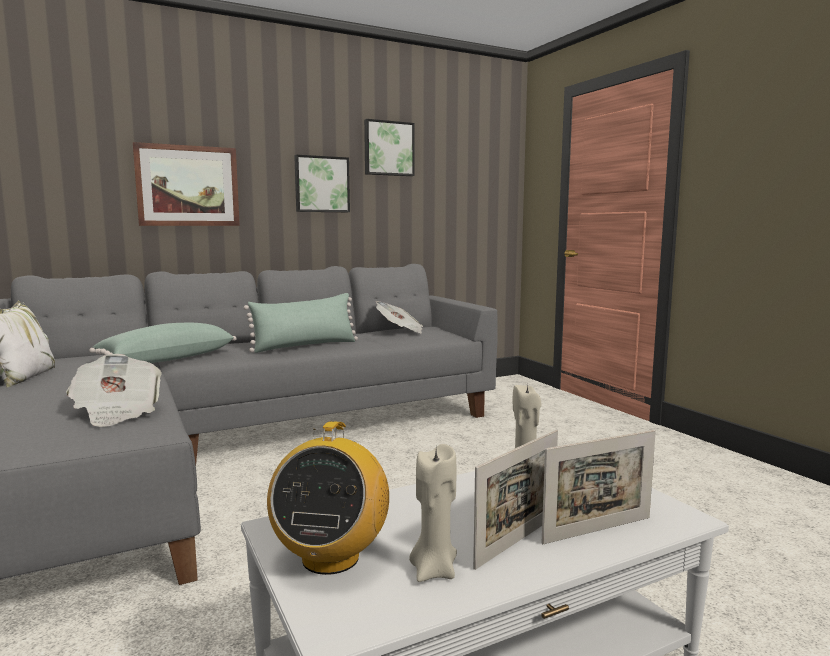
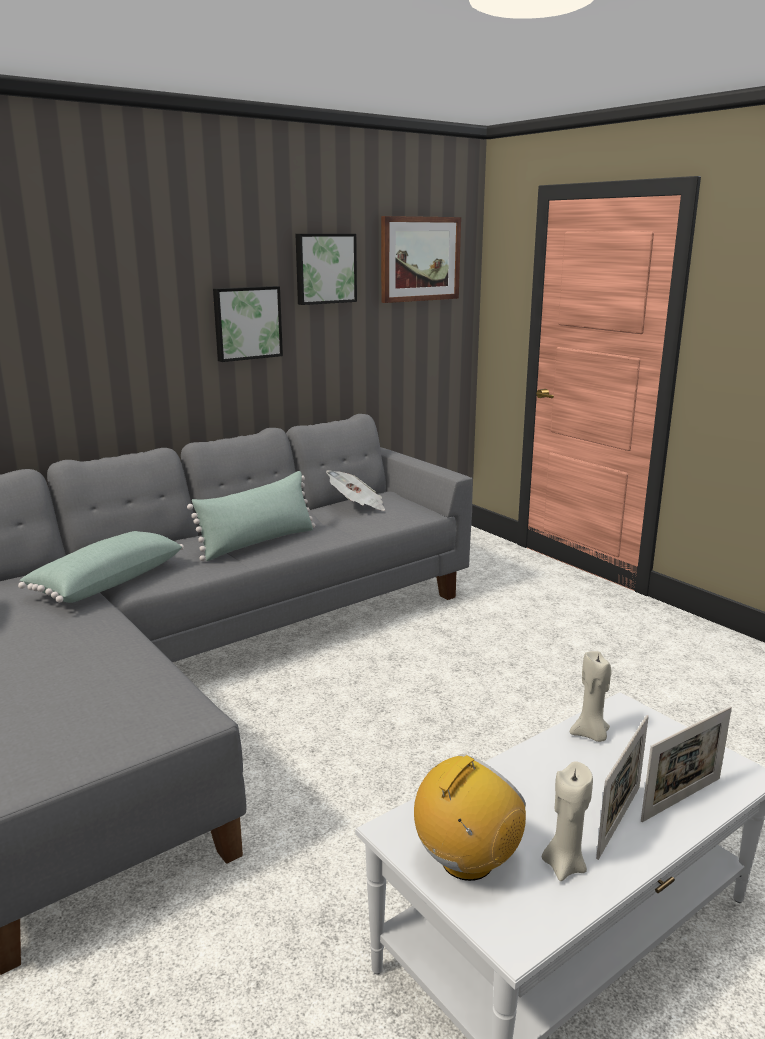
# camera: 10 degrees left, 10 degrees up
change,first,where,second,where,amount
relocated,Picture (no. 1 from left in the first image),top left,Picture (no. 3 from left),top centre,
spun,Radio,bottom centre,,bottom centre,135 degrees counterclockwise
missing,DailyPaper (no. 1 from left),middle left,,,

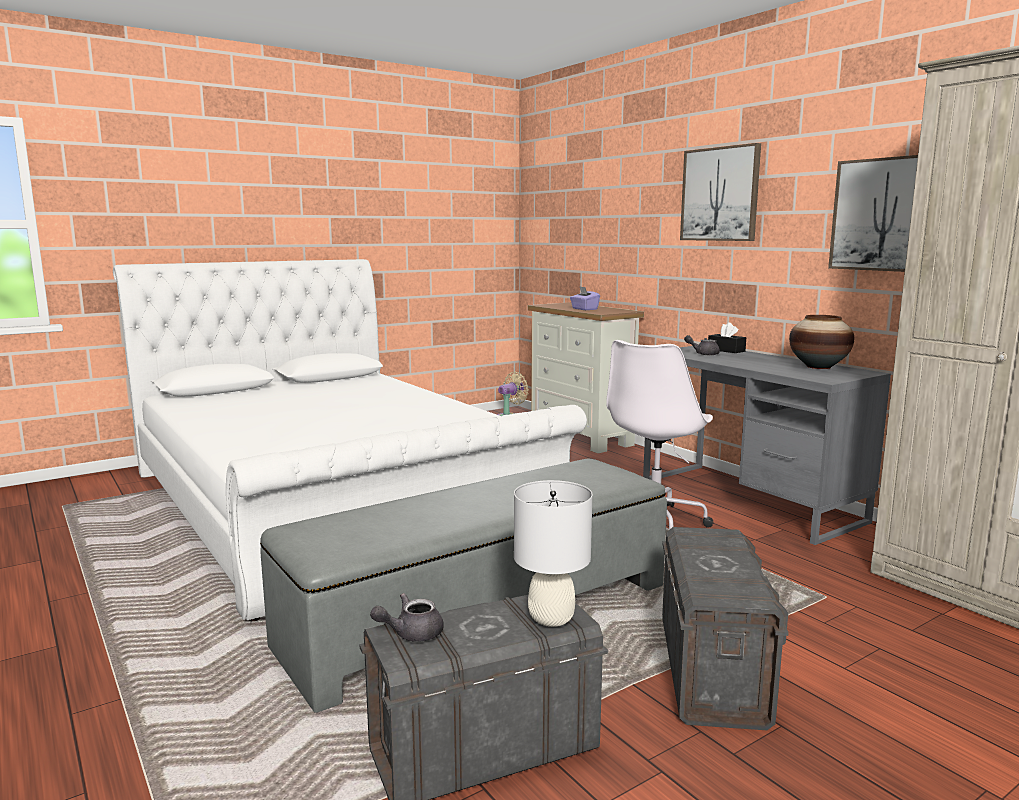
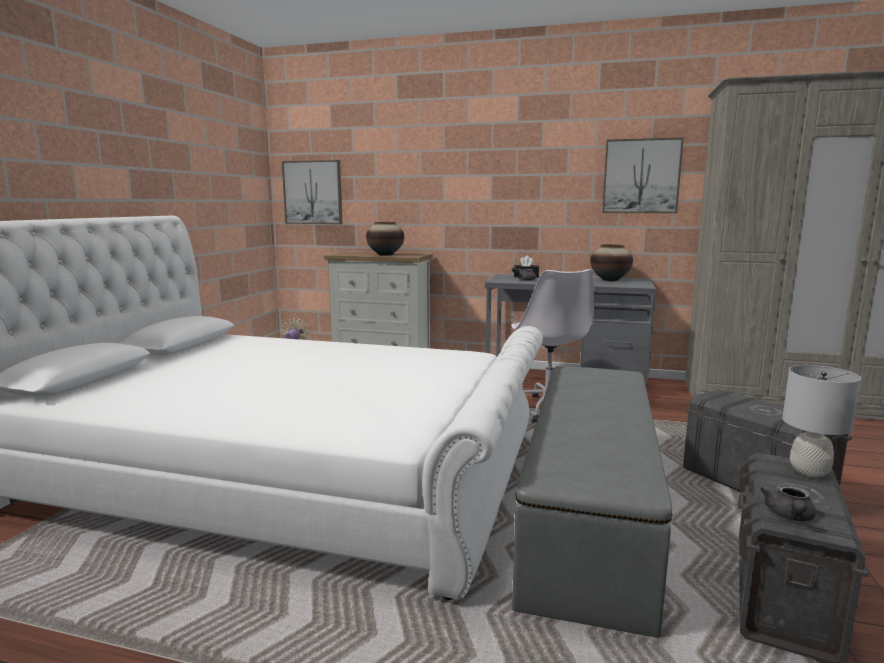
# camera: 40 degrees left, 0 degrees up
change,first,where,second,where,amount
relocated,Picture (no. 1 from left),top right,,top centre,
exchanged,PurpleBoxOfTissues,centre,Vase (no. 1 from left),centre,

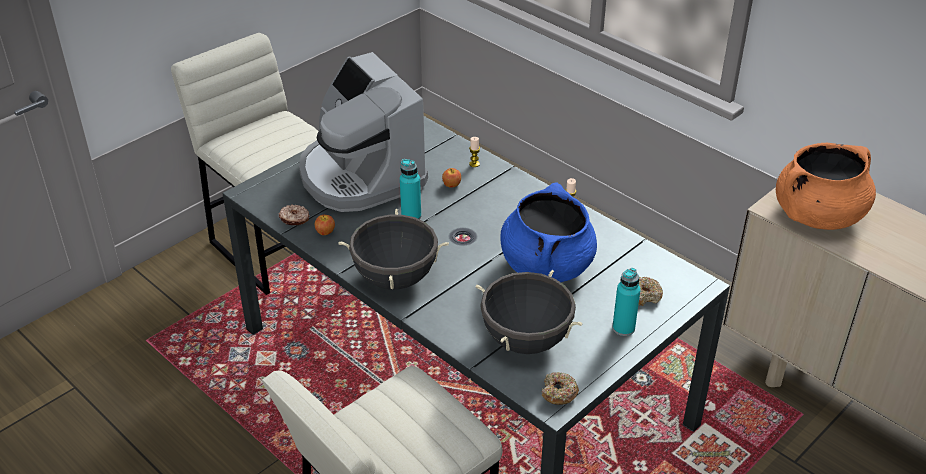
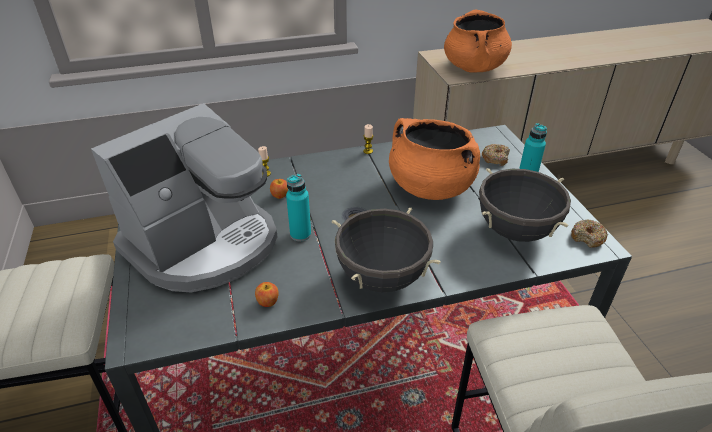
# camera: 60 degrees left, 0 degrees up
change,first,where,second,where,amount
spun,CoffeeBrewer,top centre,,middle left,45 degrees counterclockwise
colour,BluishCookingPot,centre,OrangeColouredCookingPot (no. 1 from left),centre,
missing,RingDoughnut (no. 1 from left),middle left,,,

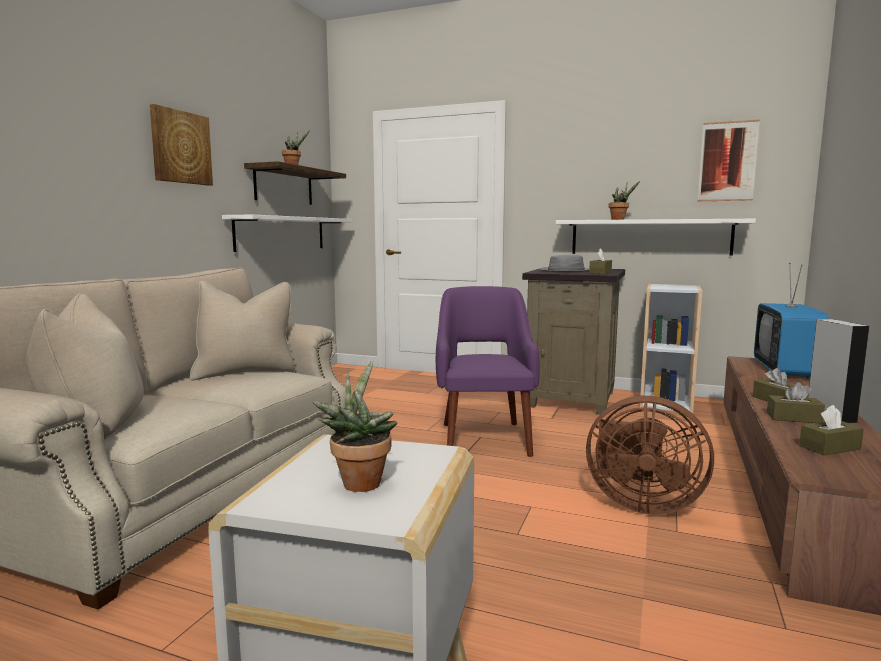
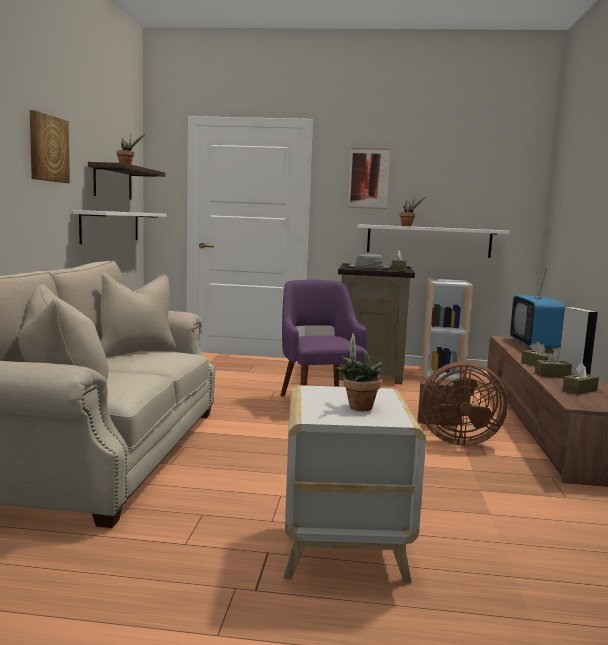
# camera: 15 degrees left, 0 degrees up
change,first,where,second,where,amount
relocated,Picture (no. 2 from left),top right,,top centre,

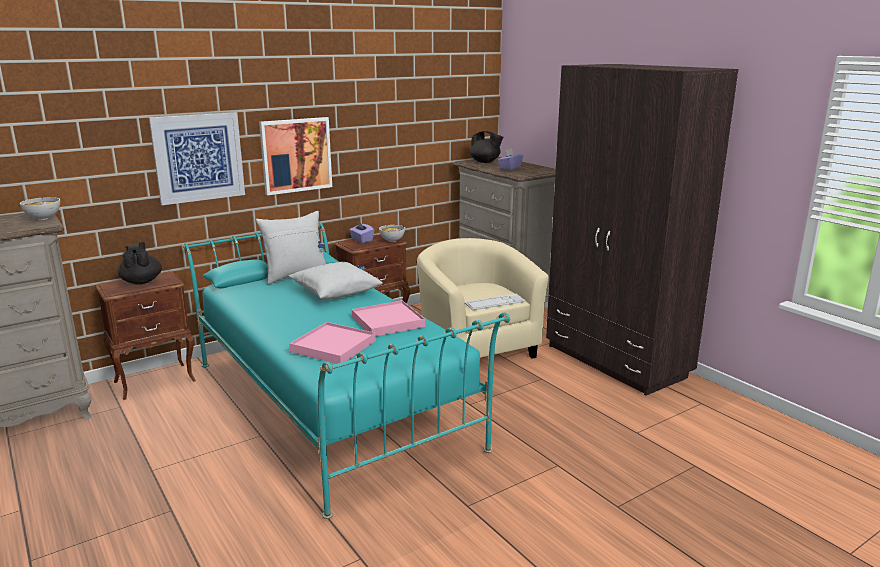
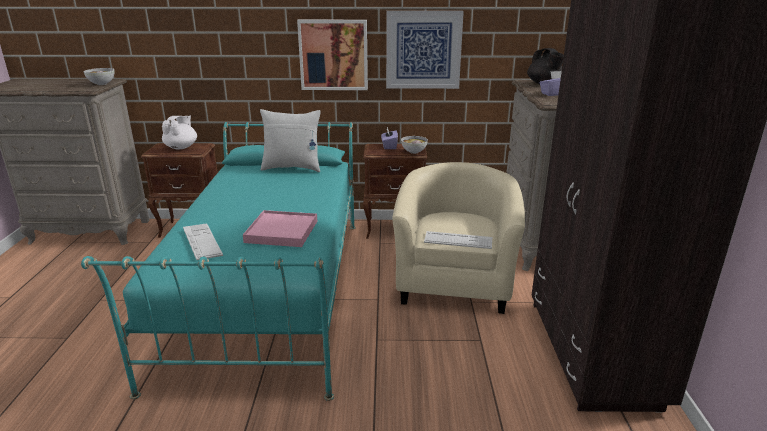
# camera: 35 degrees right, 5 degrees up
change,first,where,second,where,amount
colour,BlackishPotForTea (no. 1 from left),middle left,WhiteColouredPotForTea,top left,
exchanged,PinkColouredServingTray (no. 1 from left),centre,ComputerKeyboard (no. 1 from left),middle left,
relocated,Picture (no. 1 from left in the first image),top left,Picture (no. 2 from left),top centre,
missing,GreyPillow (no. 2 from left),centre,,,

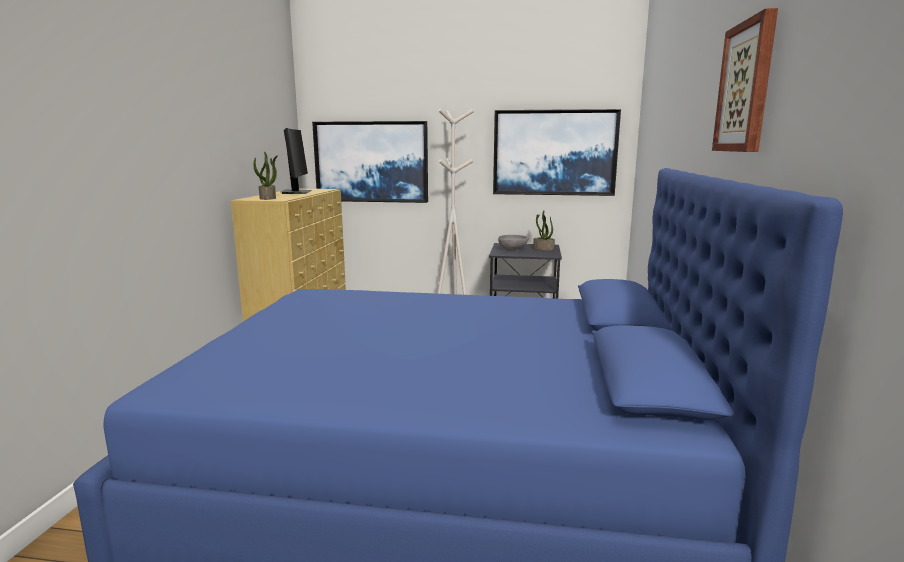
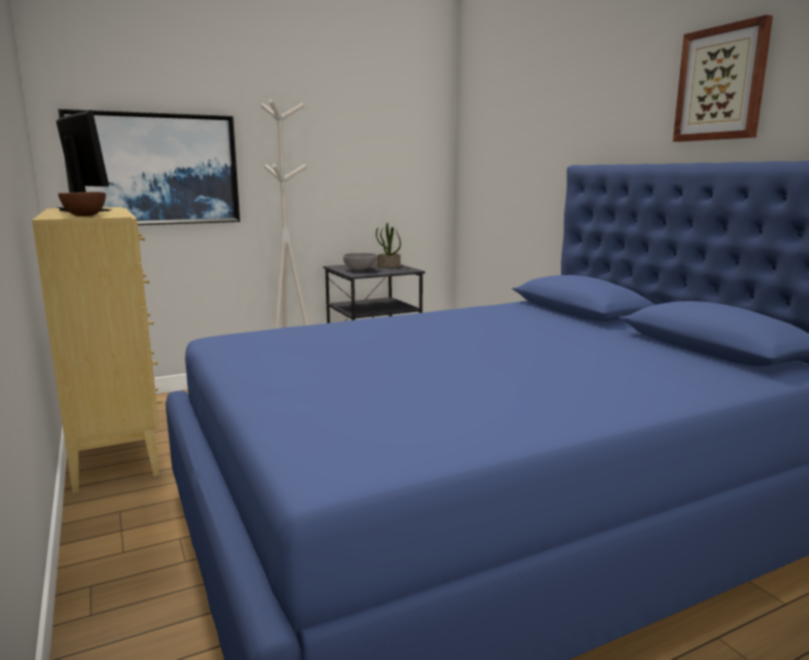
# camera: 35 degrees left, 0 degrees up
change,first,where,second,where,amount
exchanged,Houseplant (no. 1 from left),top left,BrownDeepDish,top left,
missing,Picture (no. 2 from left),top centre,,,

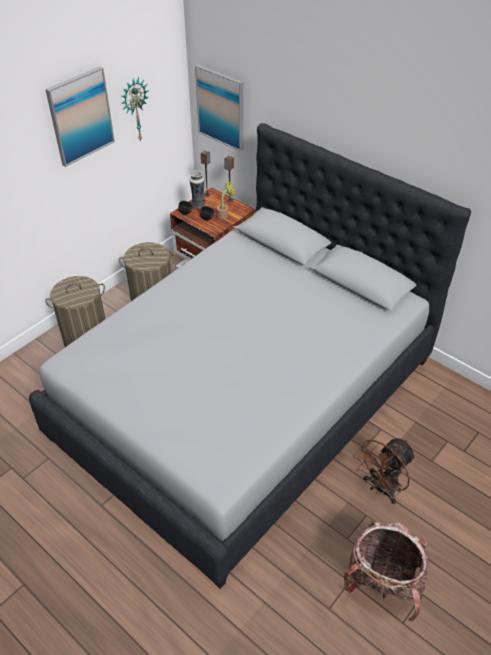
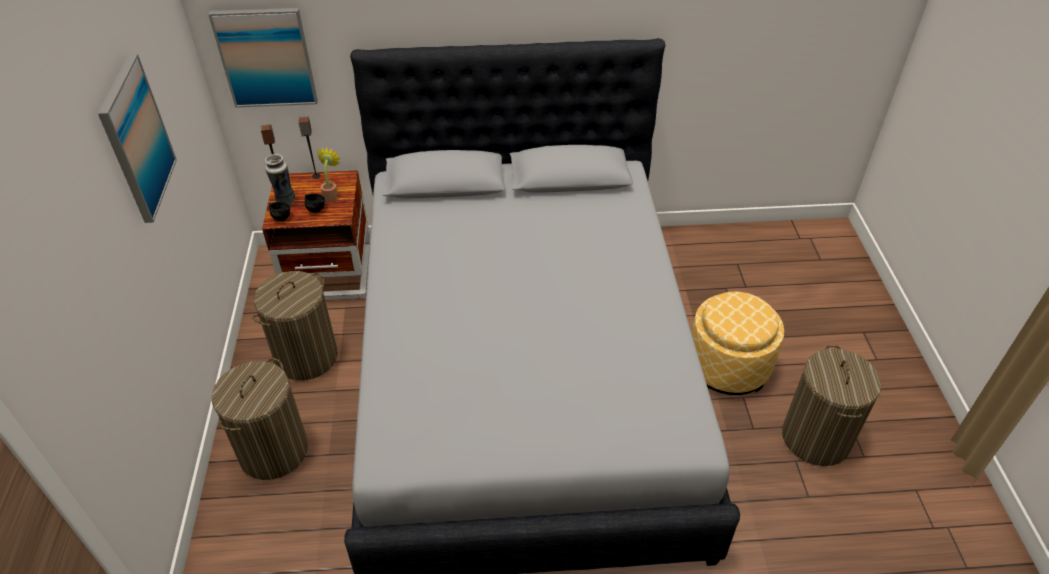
# camera: 45 degrees left, 0 degrees up
change,first,where,second,where,amount
exchanged,BrownFan,bottom right,Footrest,middle right,
exchanged,Backpack,bottom right,WashingBasket (no. 3 from left),bottom right,
missing,ClockOnTheWall,top left,,,

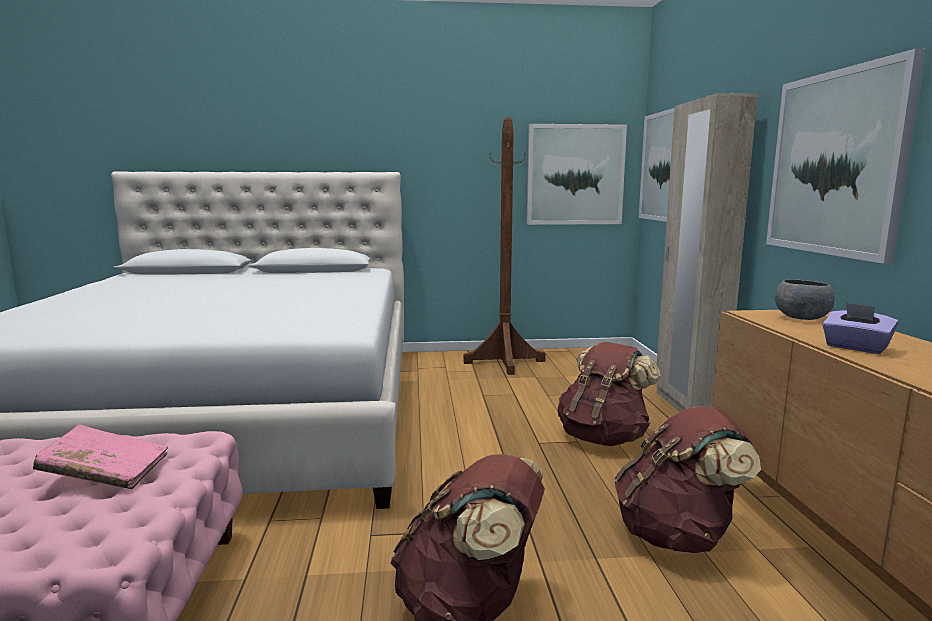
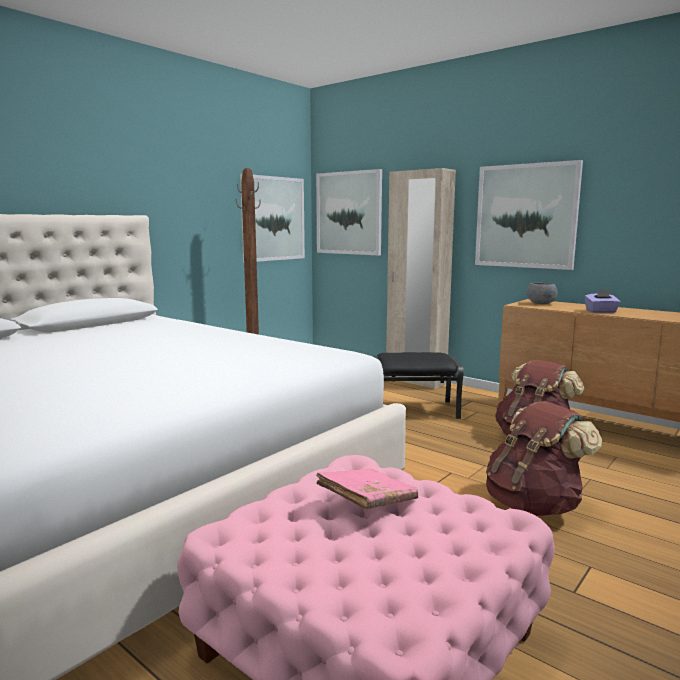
# camera: 45 degrees left, 0 degrees up
change,first,where,second,where,amount
exchanged,BrownBackpack (no. 2 from left),centre,BlackishFootrest,centre,

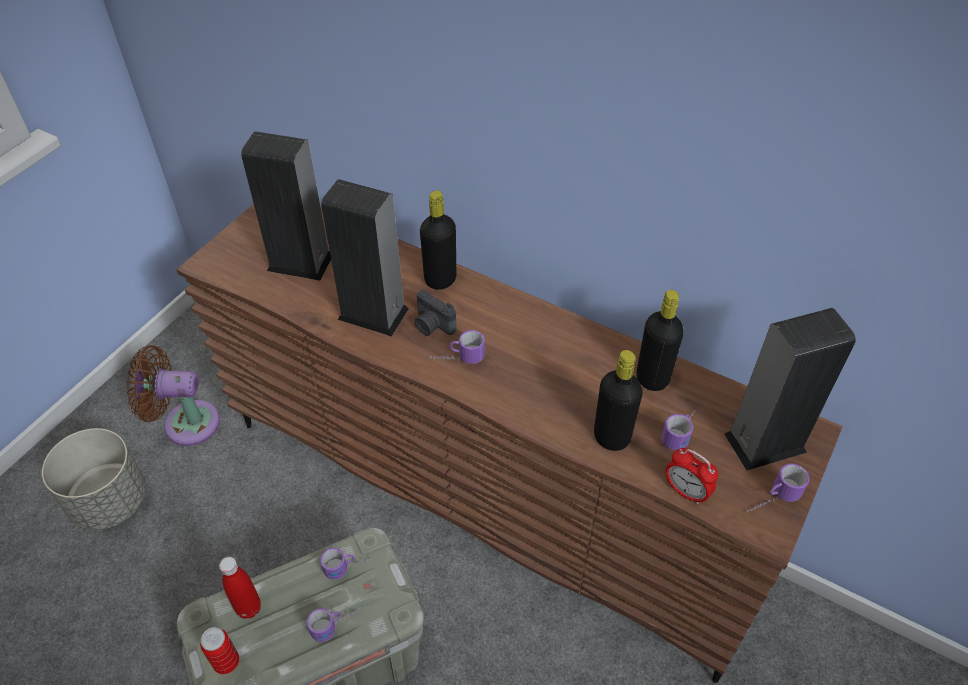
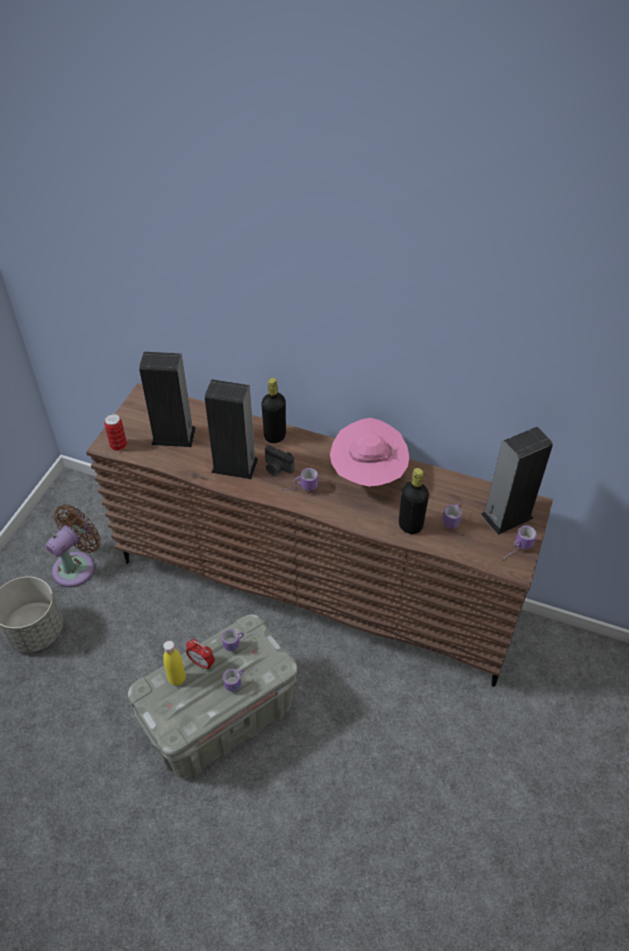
# camera: 10 degrees left, 0 degrees up
change,first,where,second,where,amount
spun,BrownFan,middle left,,middle left,135 degrees clockwise
relocated,MetalCan,bottom left,,middle left,
colour,ReddishBeverageBottle,bottom left,YellowBeverageBottle,bottom left,
relocated,AlarmClock,bottom right,,bottom left,
appeared,,,PinkColouredWearableHat,centre,
missing,BlackishBeverageBottle (no. 3 from left),middle right,,,

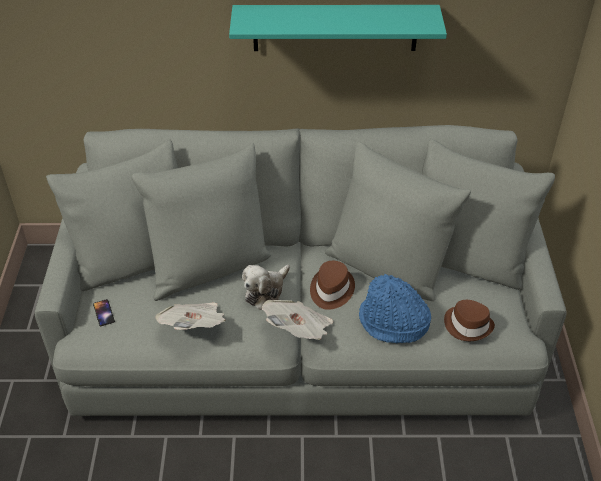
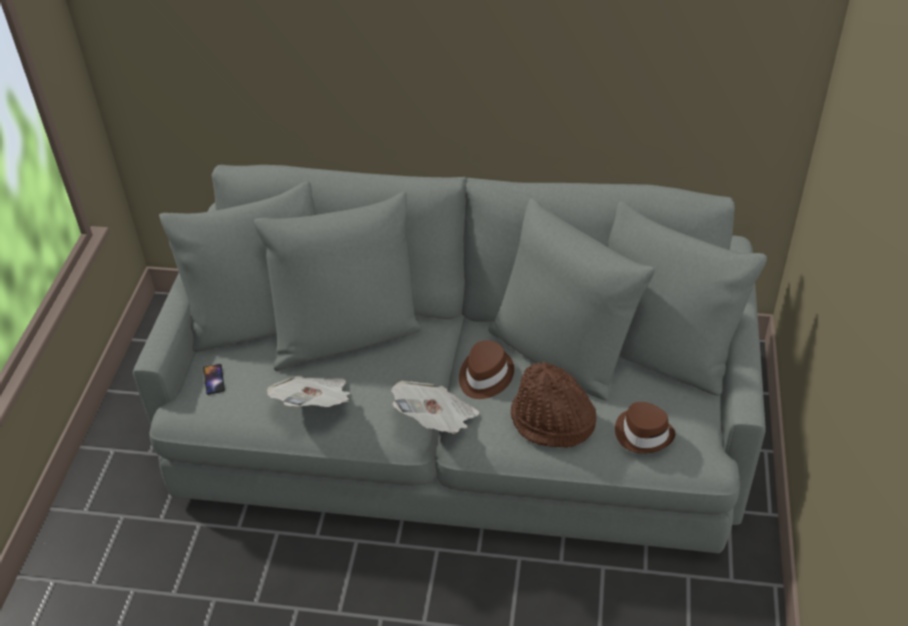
# camera: 10 degrees right, 0 degrees up
change,first,where,second,where,amount
colour,BluishWearableHat,centre,BrownWearableHat (no. 2 from left),centre,
missing,BlueGreenWallShelf,top centre,,,
missing,CuddlyToy,centre,,,

